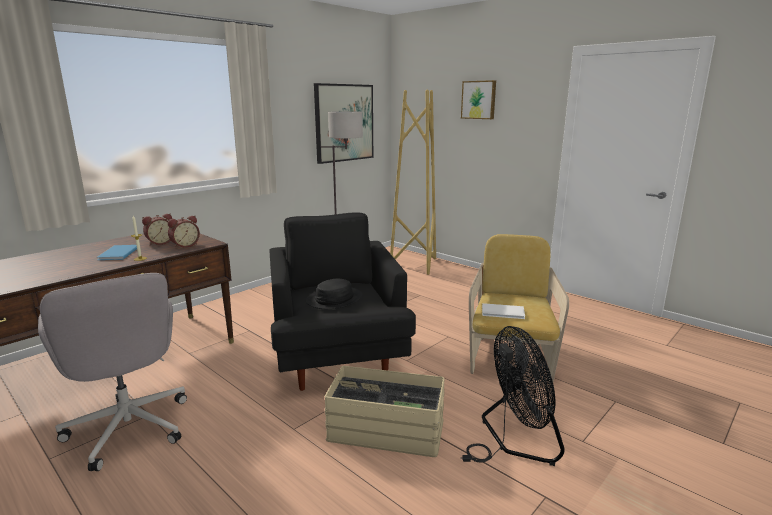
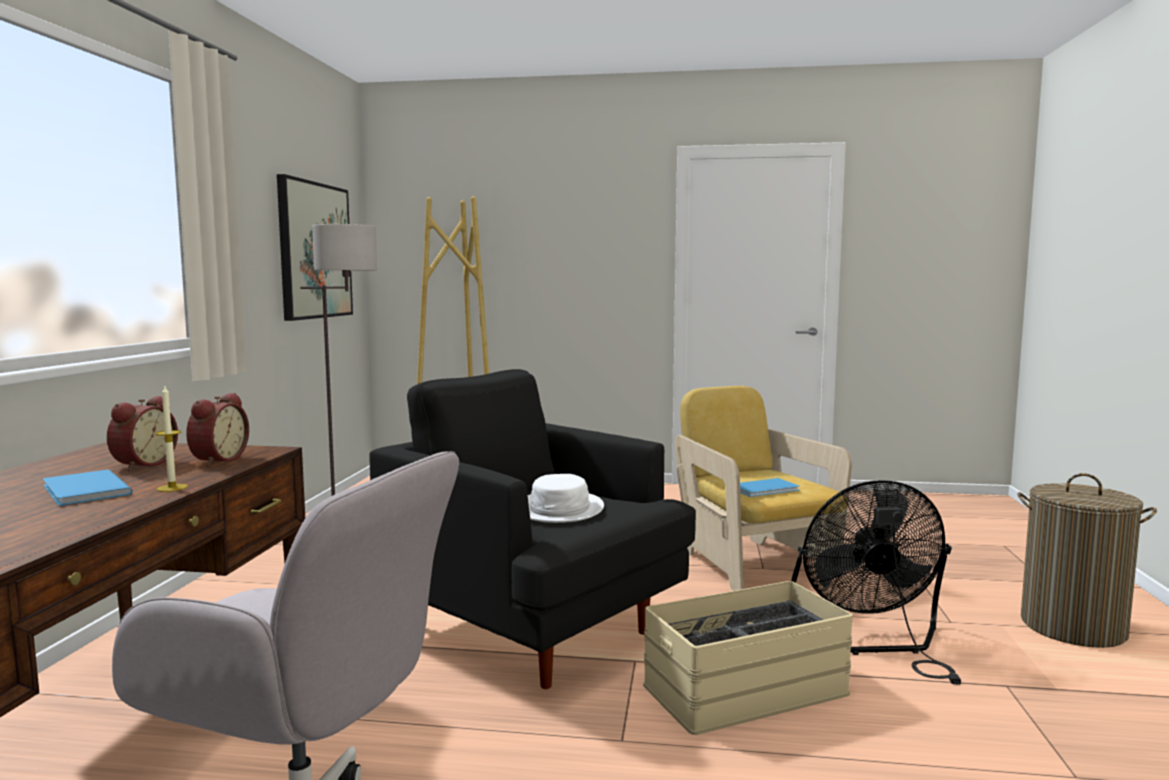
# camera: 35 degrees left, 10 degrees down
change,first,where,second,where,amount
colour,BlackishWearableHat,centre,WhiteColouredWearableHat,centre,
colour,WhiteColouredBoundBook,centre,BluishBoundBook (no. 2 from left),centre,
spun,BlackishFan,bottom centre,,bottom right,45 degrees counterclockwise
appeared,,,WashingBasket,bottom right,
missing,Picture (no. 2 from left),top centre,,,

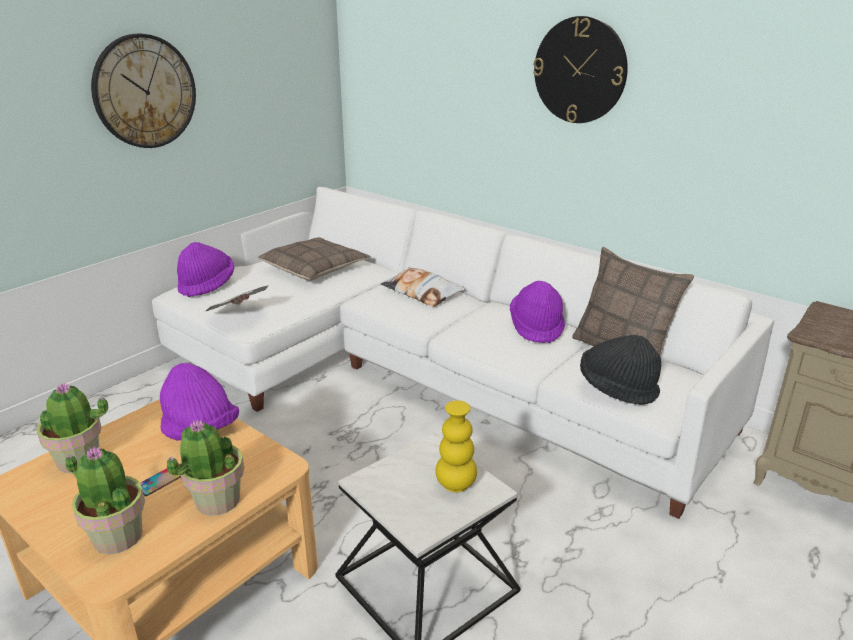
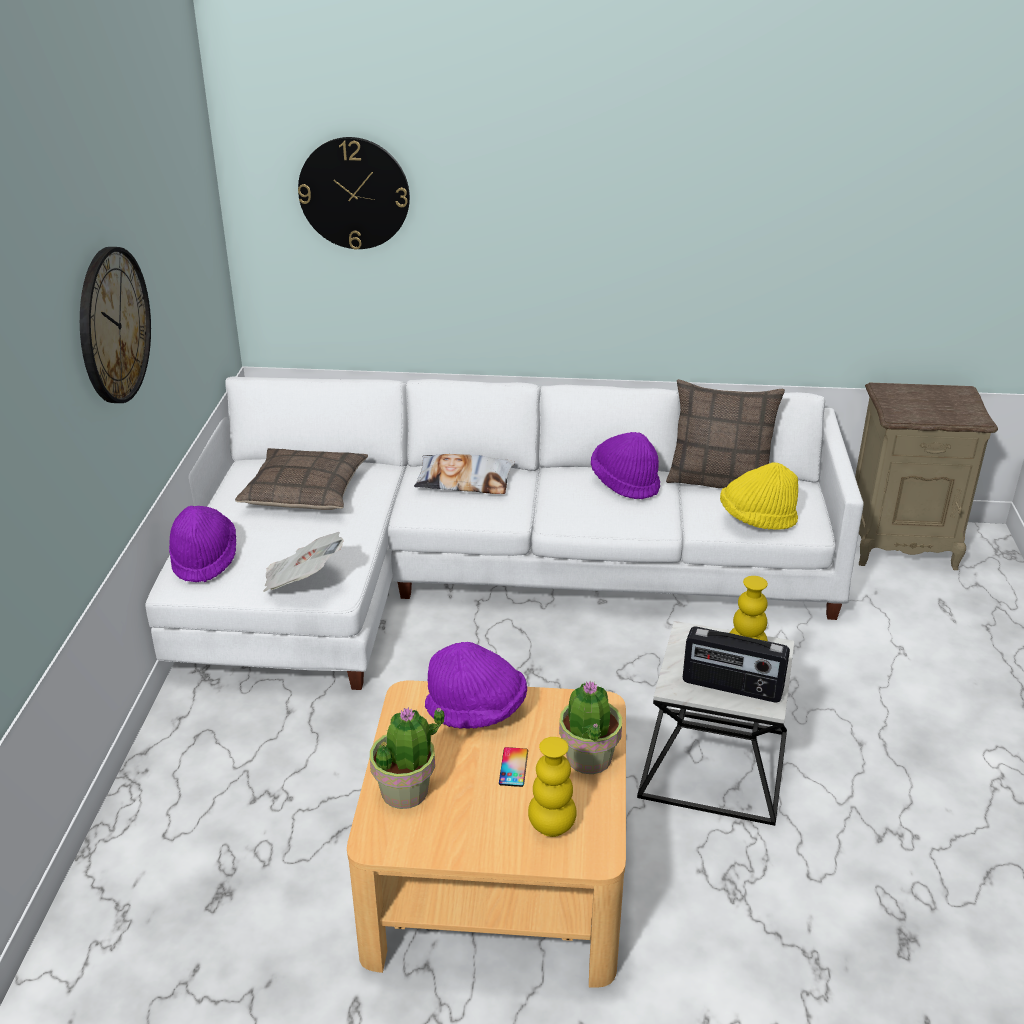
# camera: 35 degrees left, 5 degrees up
change,first,where,second,where,amount
relocated,ClockOnTheWall (no. 2 from left),top right,,top centre,
exchanged,Houseplant (no. 2 from left),bottom left,YellowVase (no. 1 from left),bottom centre,
appeared,,,Radio,middle right,
colour,BlackishWearableHat,middle right,YellowWearableHat,middle right,

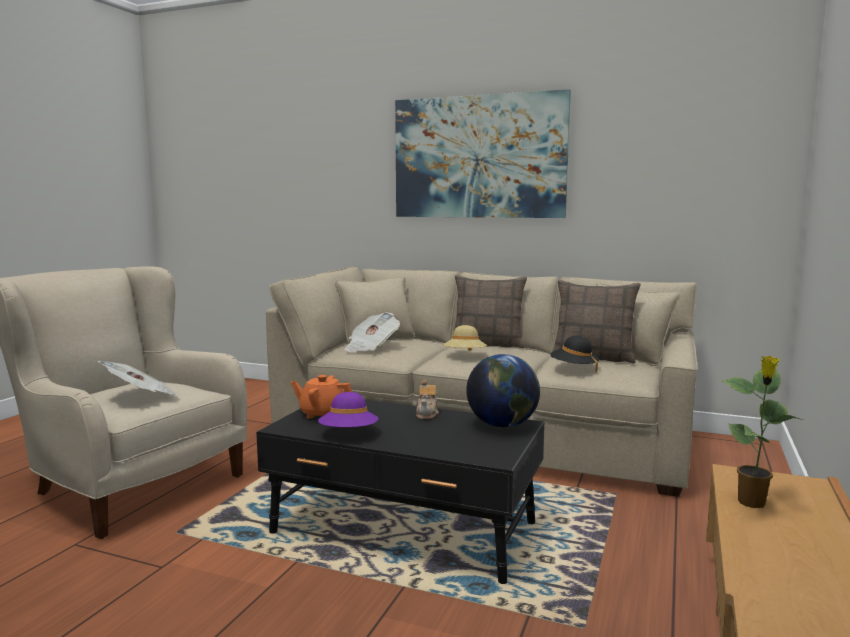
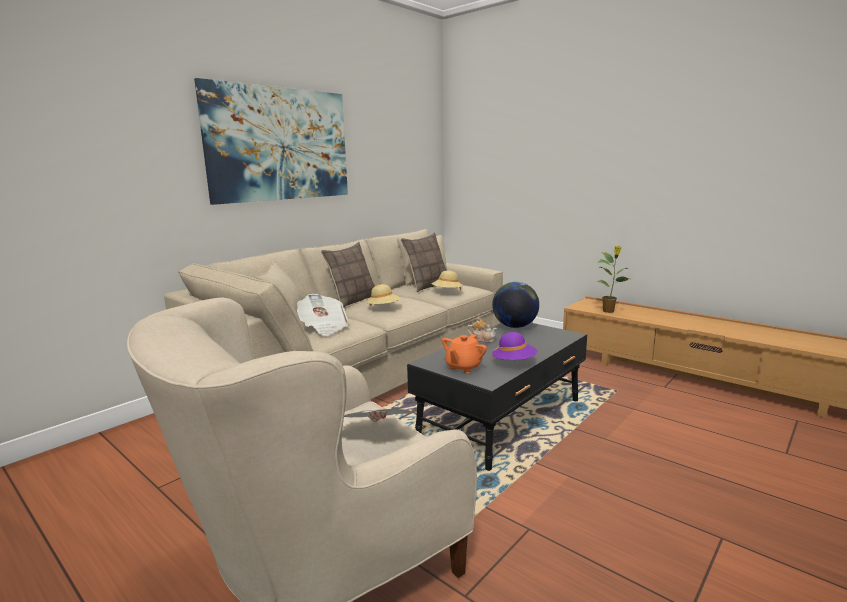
# camera: 70 degrees left, 5 degrees up
change,first,where,second,where,amount
colour,BlackishWearableHat,middle right,BeigeColouredWearableHat (no. 2 from left),centre,

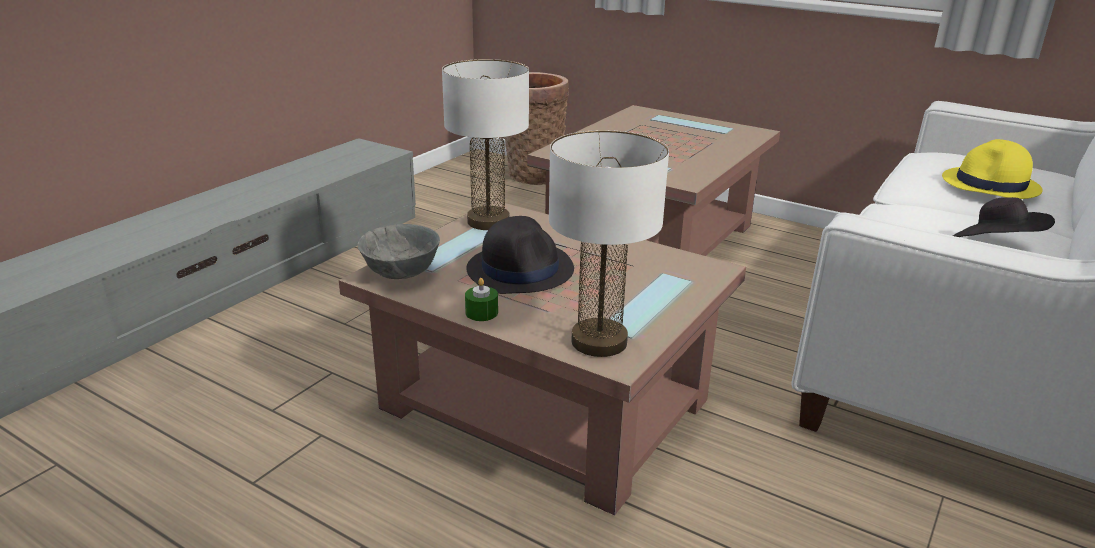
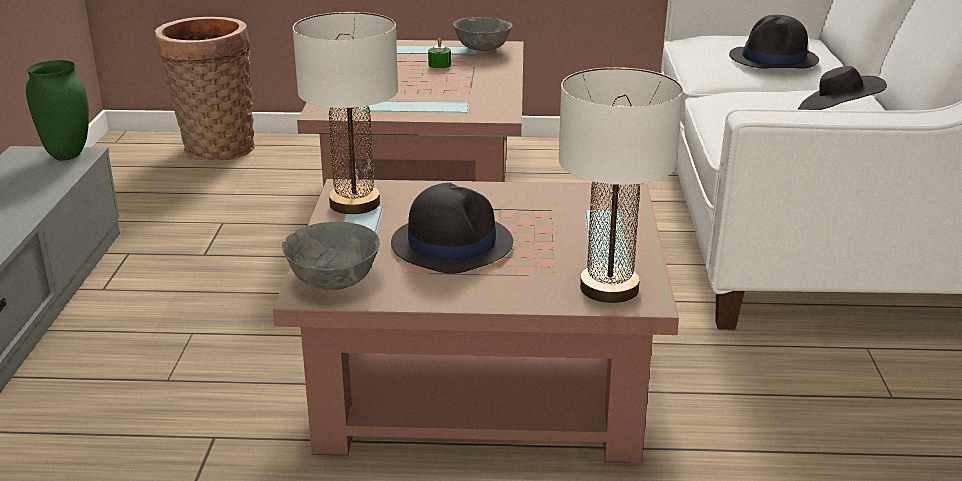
# camera: 30 degrees left, 0 degrees up
change,first,where,second,where,amount
appeared,,,GreenColouredVase,top left,
relocated,GreenColouredWaxCandle,centre,,top centre,
appeared,,,GreyDeepDish (no. 2 from left),top centre,
colour,YellowWearableHat,top right,BlackishWearableHat (no. 2 from left),top right,

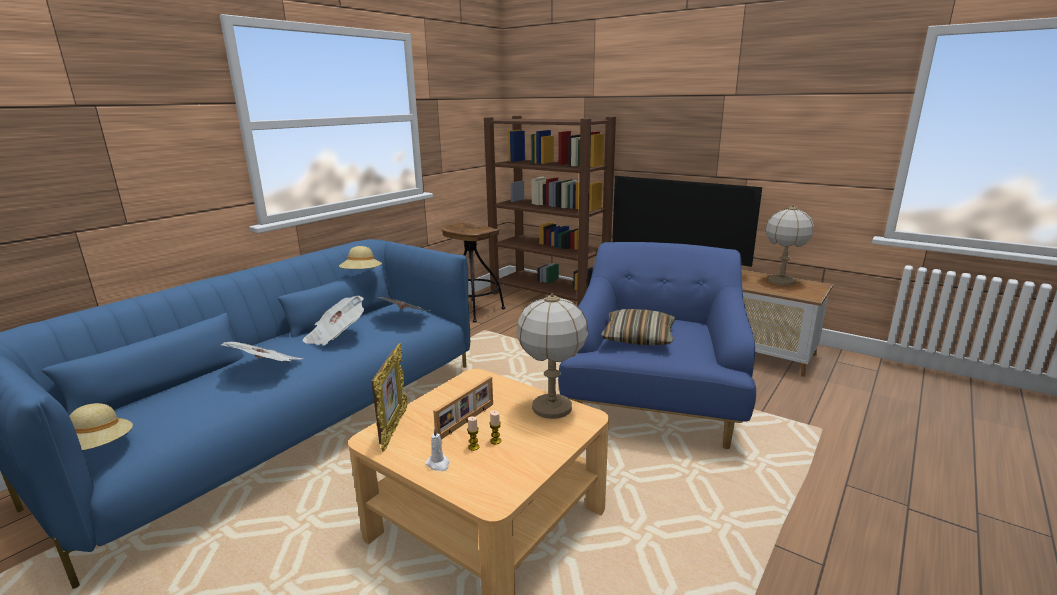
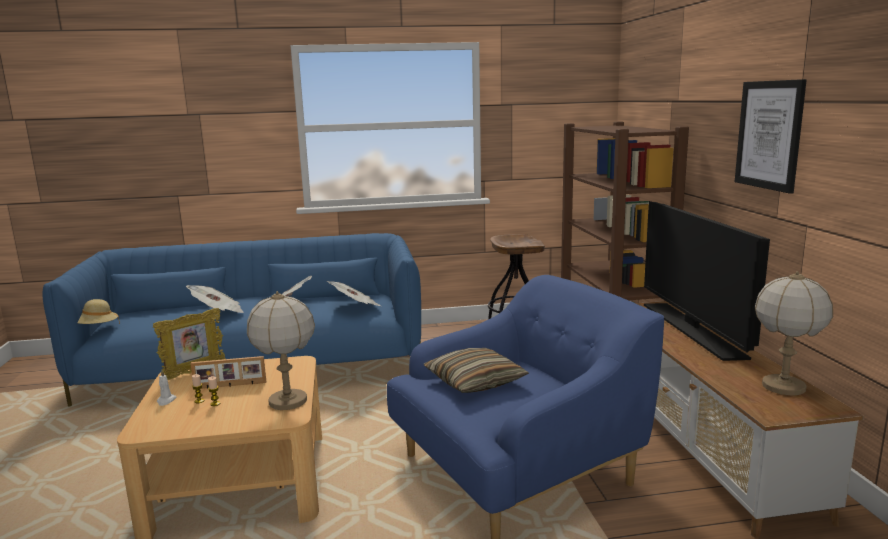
# camera: 45 degrees right, 5 degrees down
change,first,where,second,where,amount
appeared,,,Picture,top right,
missing,BeigeColouredWearableHat (no. 2 from left),centre,,,

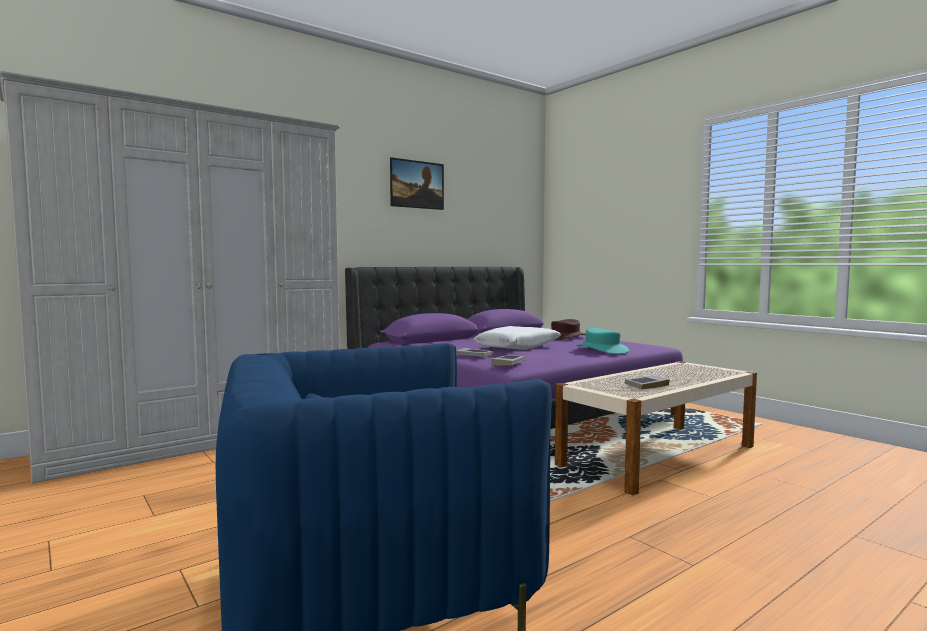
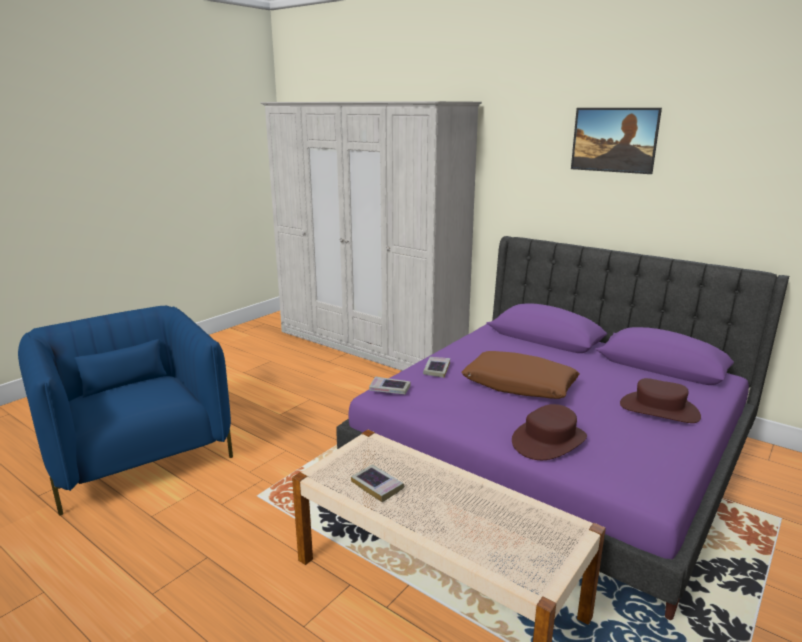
# camera: 75 degrees right, 15 degrees up
change,first,where,second,where,amount
colour,WhiteColouredPillow,centre,BrownPillow,centre,
colour,BlueGreenWearableHat,centre,BrownWearableHat (no. 1 from left),bottom right,

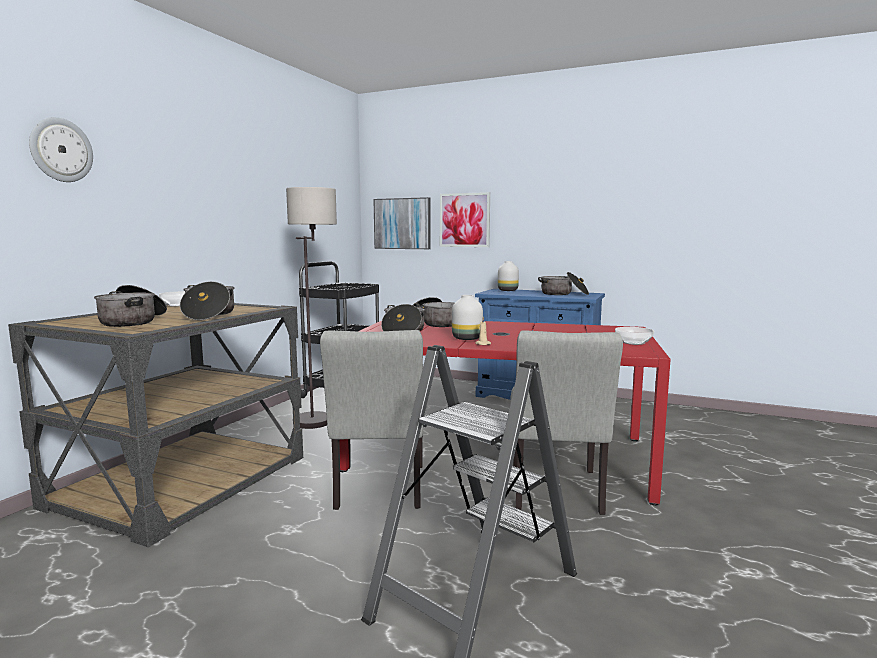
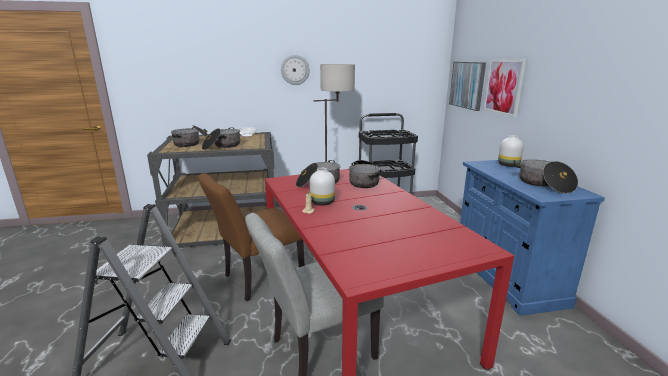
# camera: 55 degrees right, 10 degrees up
change,first,where,second,where,amount
colour,GreyPlainChair (no. 1 from left),centre,BrownPlainChair,centre,
relocated,ClockOnTheWall,top left,,top centre,
missing,DeepDish (no. 2 from left),middle right,,,

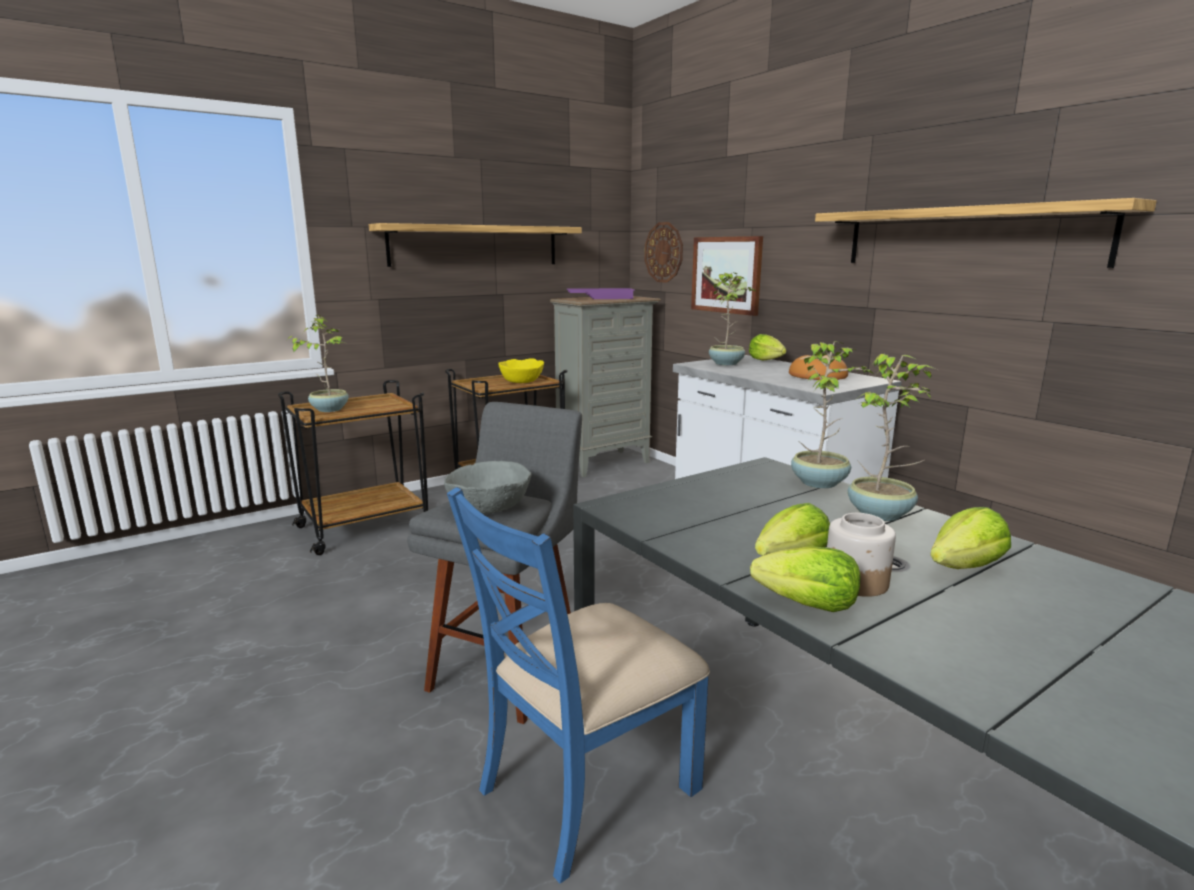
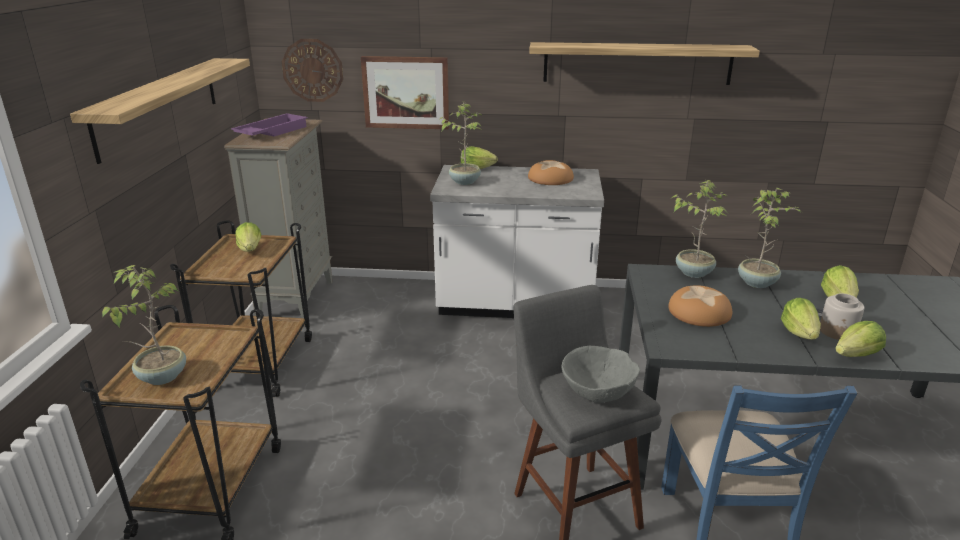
# camera: 50 degrees left, 10 degrees up
change,first,where,second,where,amount
exchanged,YellowDeepDish,centre,Lettuce (no. 1 from left),middle left,
appeared,,,Bread (no. 2 from left),middle right,

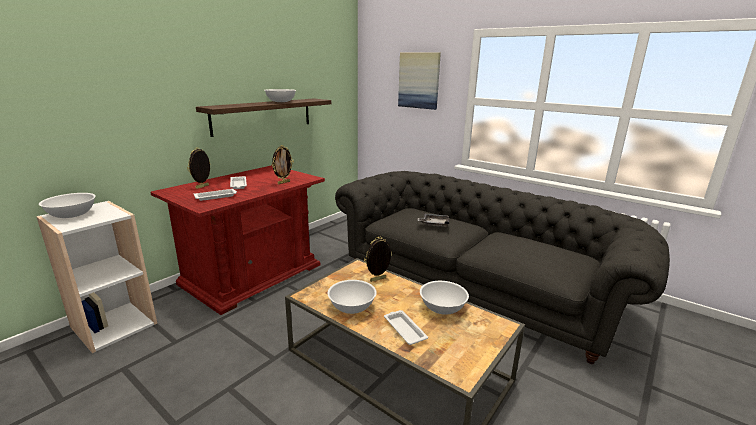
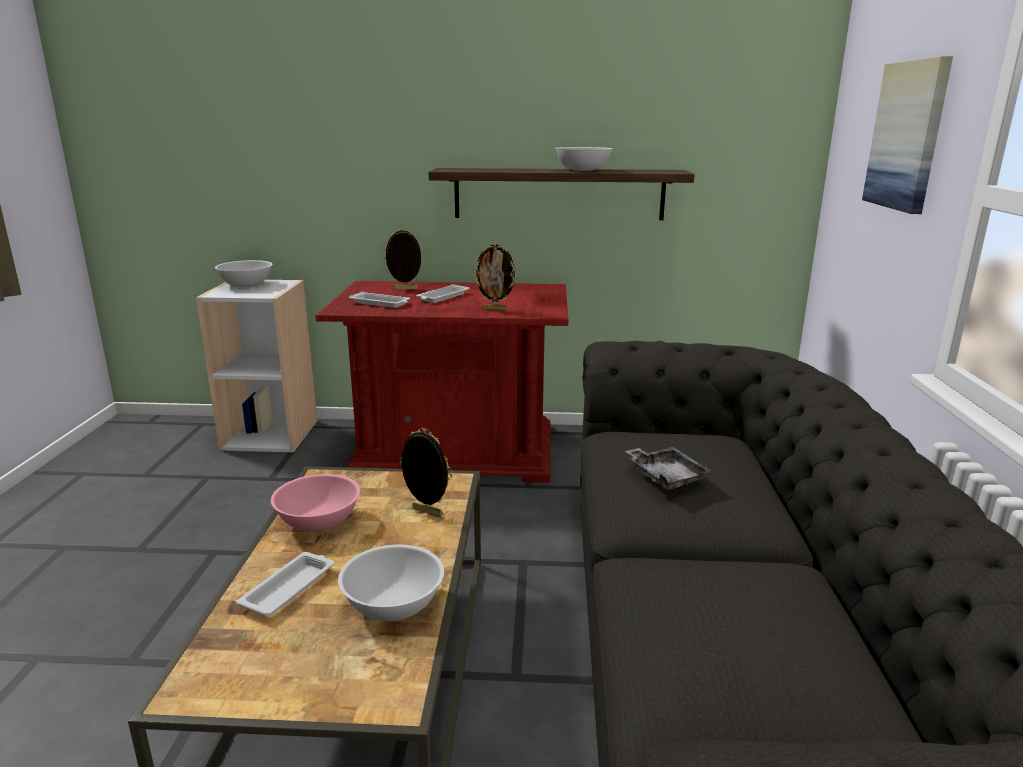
# camera: 55 degrees right, 0 degrees up
change,first,where,second,where,amount
colour,WhiteColouredDeepDish (no. 3 from left),bottom centre,PinkColouredDeepDish,middle left,

